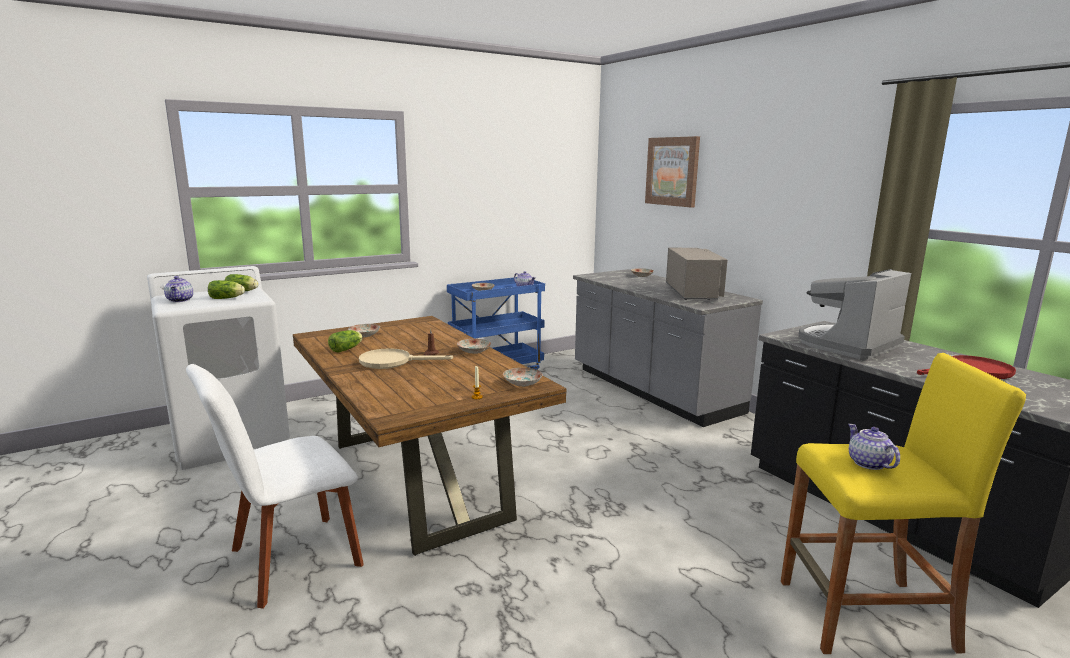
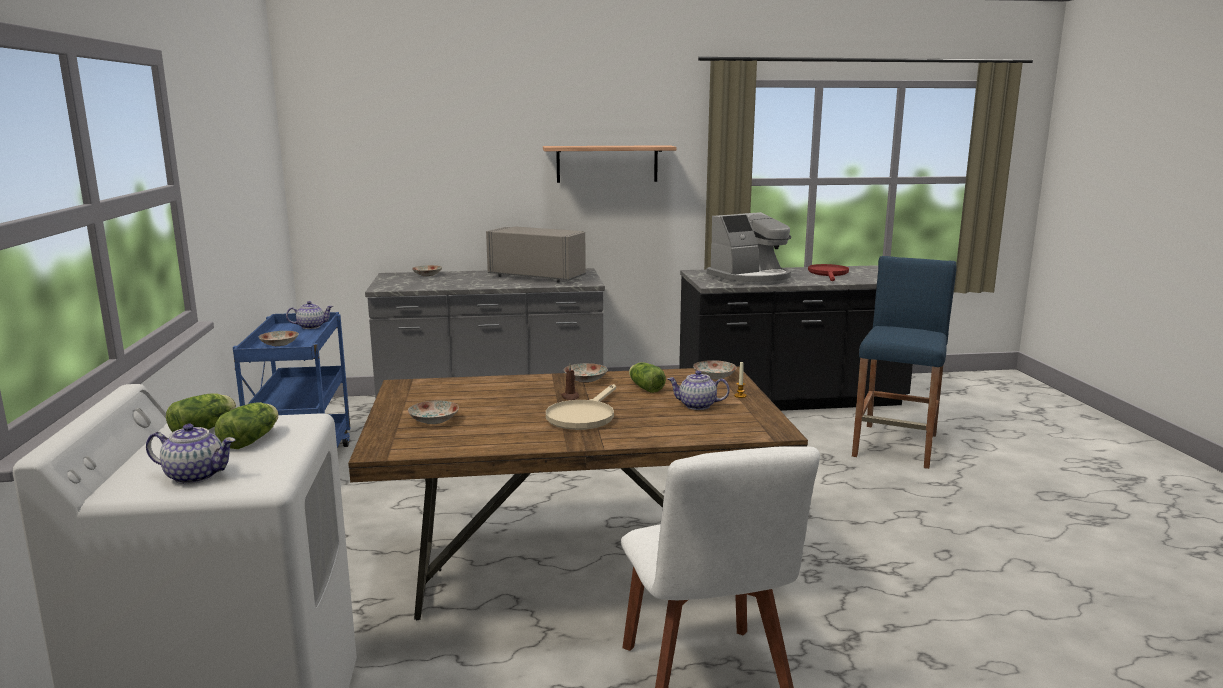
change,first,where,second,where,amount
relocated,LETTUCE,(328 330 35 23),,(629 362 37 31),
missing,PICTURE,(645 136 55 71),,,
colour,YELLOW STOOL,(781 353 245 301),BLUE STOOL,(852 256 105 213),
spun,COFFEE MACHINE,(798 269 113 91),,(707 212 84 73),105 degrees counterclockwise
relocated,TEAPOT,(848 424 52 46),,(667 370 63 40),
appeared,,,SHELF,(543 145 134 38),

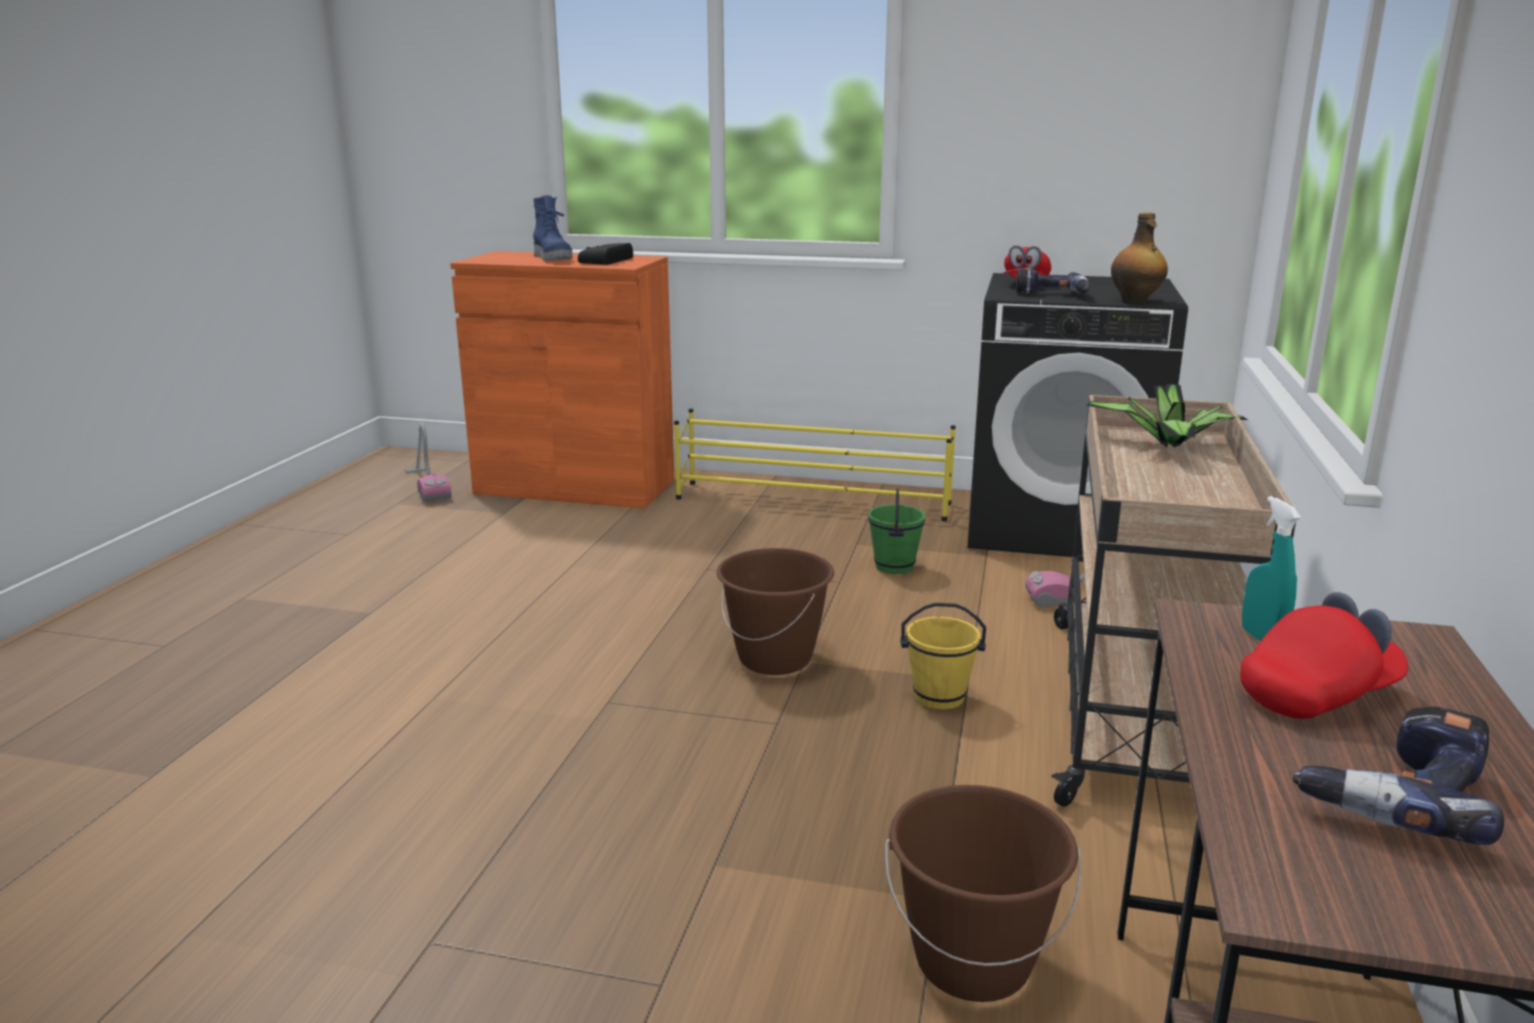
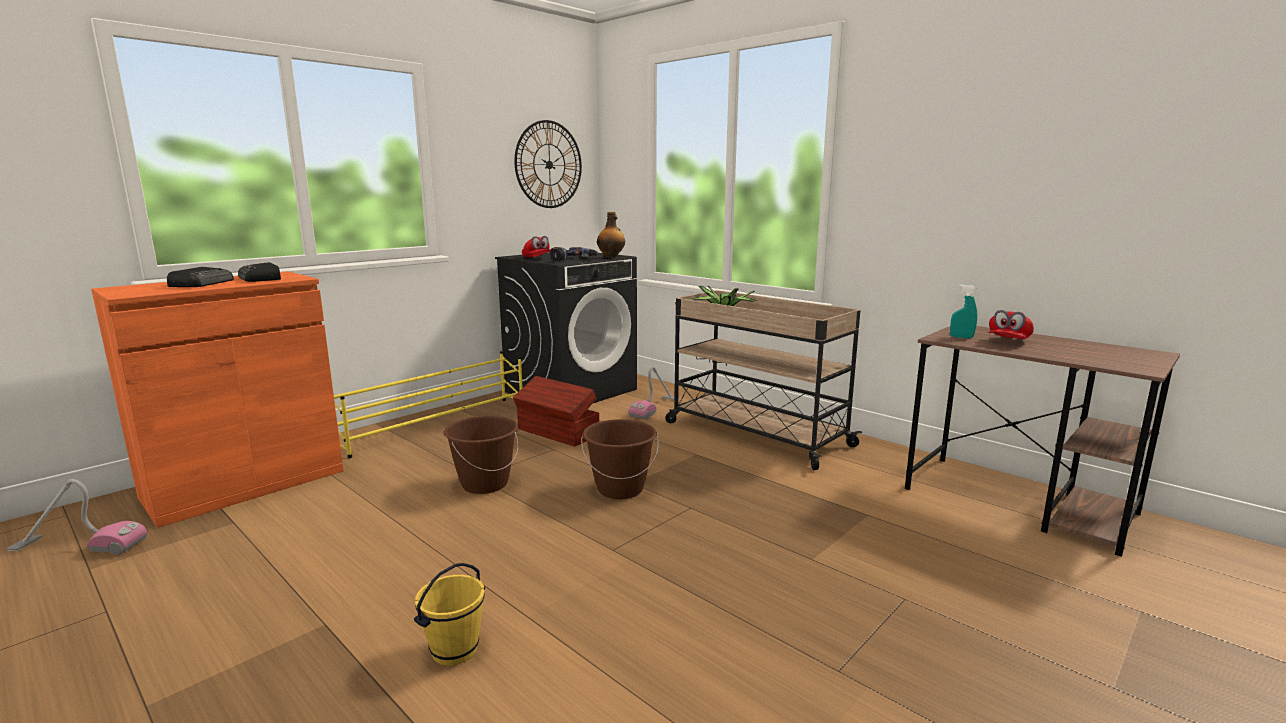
change,first,where,second,where,amount
exchanged,BLUE BOOT,(533 195 40 66),RADIO,(167 267 67 20),
exchanged,GREEN BUCKET,(868 488 58 86),BROWN STORAGE BOX,(513 376 86 70),
relocated,BROWN BUCKET,(885 785 196 217),,(444 416 74 78),
relocated,YELLOW BUCKET,(900 603 86 107),,(414 563 71 103),
spun,RED CAP,(1240 592 168 127),,(989 310 45 29),150 degrees counterclockwise
missing,POWER DRILL,(1293 707 211 138),,,
appeared,,,WALL CLOCK,(514 120 68 88),

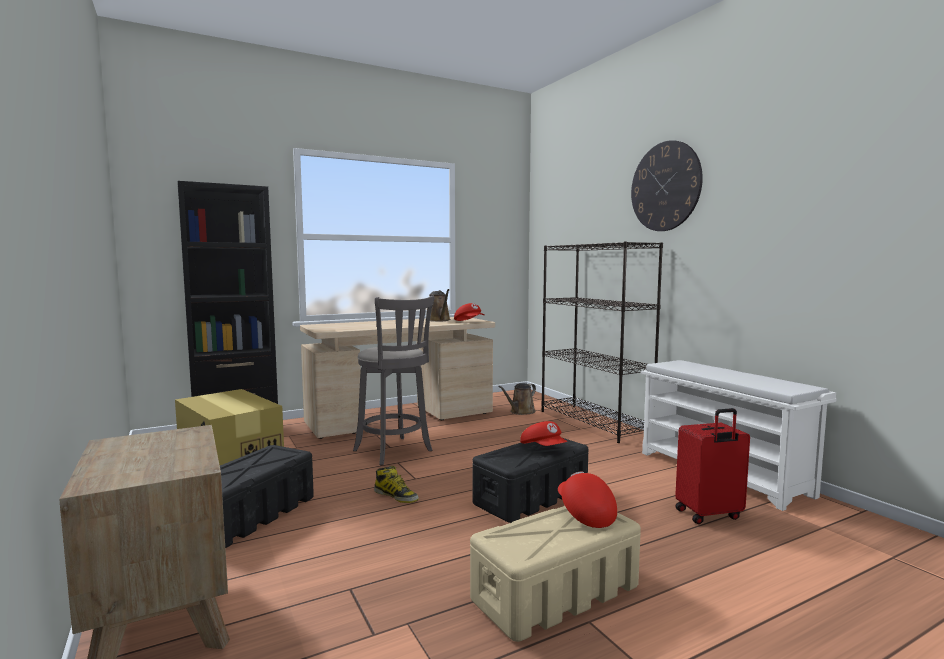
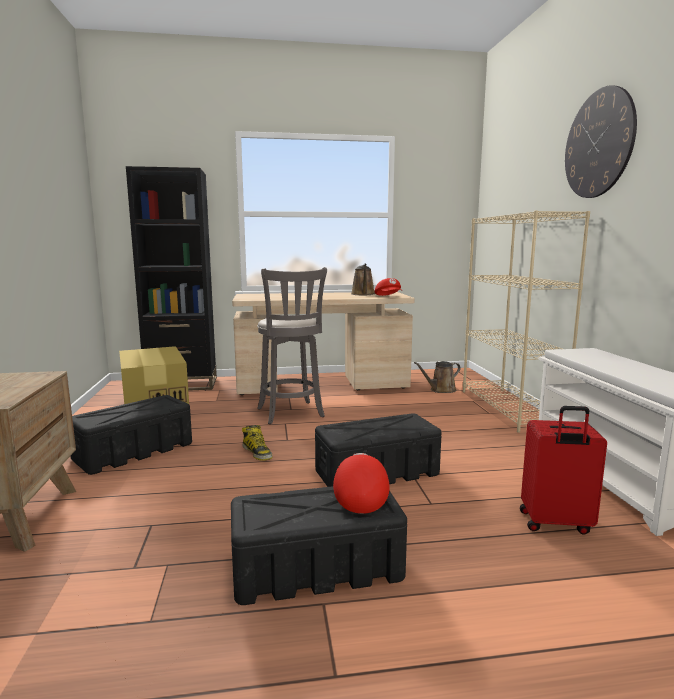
change,first,where,second,where,amount
colour,BEIGE STORAGE BOX,(470 506 171 136),BLACK STORAGE BOX,(231 486 176 119),
missing,RED CAP,(520 421 47 25),,,
colour,BLACK BOOKCASE,(541 241 122 202),BEIGE BOOKCASE,(463 210 127 223),

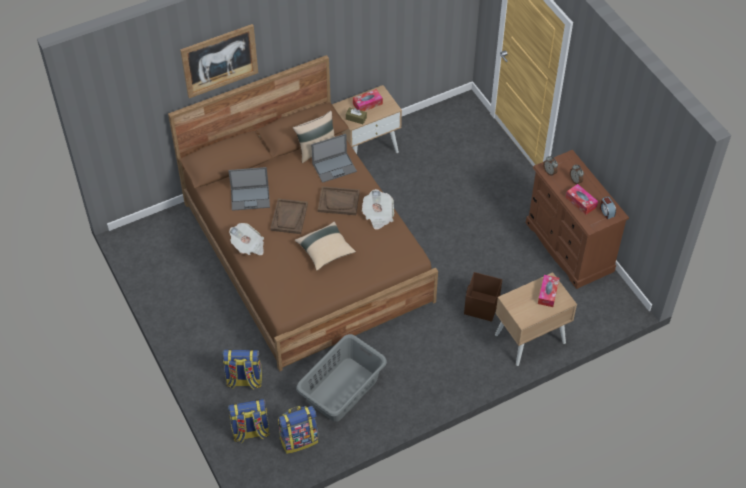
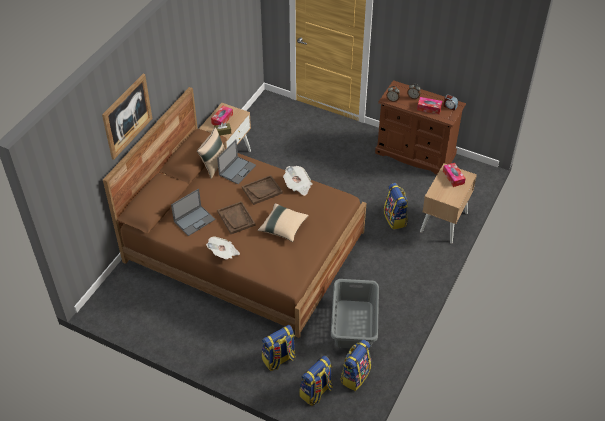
change,first,where,second,where,amount
exchanged,BROWN STORAGE BOX,(464 272 38 50),BACKPACK,(384 183 24 47),

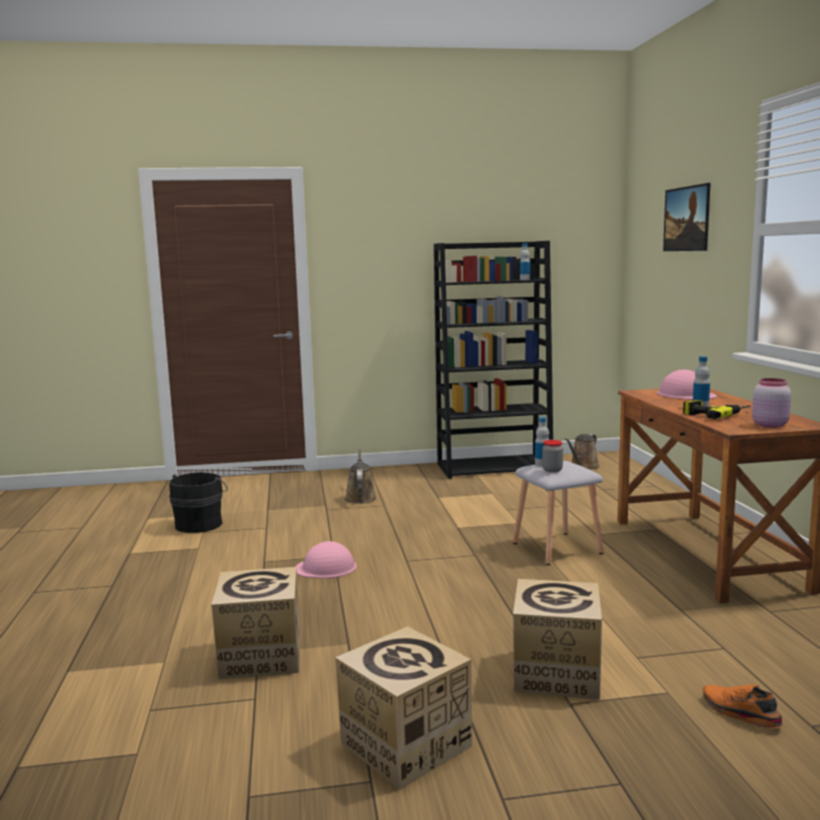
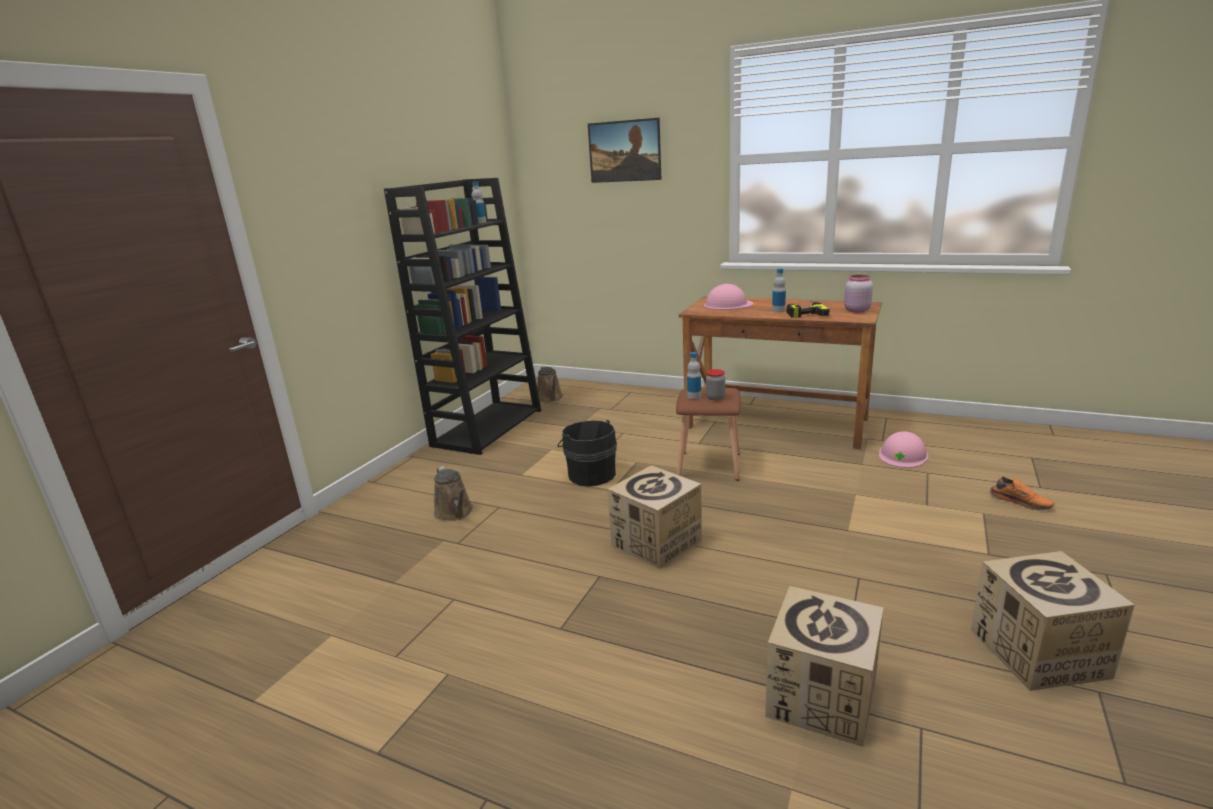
change,first,where,second,where,amount
relocated,BLACK BUCKET,(169 472 59 61),,(558 420 59 67),
relocated,PINK HARD HAT,(295 541 62 37),,(879 431 49 37),
spun,BROWN WATERING CAN,(345 448 32 56),,(434 466 39 56),150 degrees counterclockwise
colour,GREY STOOL,(513 461 91 104),BROWN STOOL,(676 387 65 94),
relocated,CARDBOARD BOX,(513 579 89 121),,(608 465 94 104),
spun,ORANGE SHOE,(703 685 80 44),,(989 476 66 34),135 degrees counterclockwise

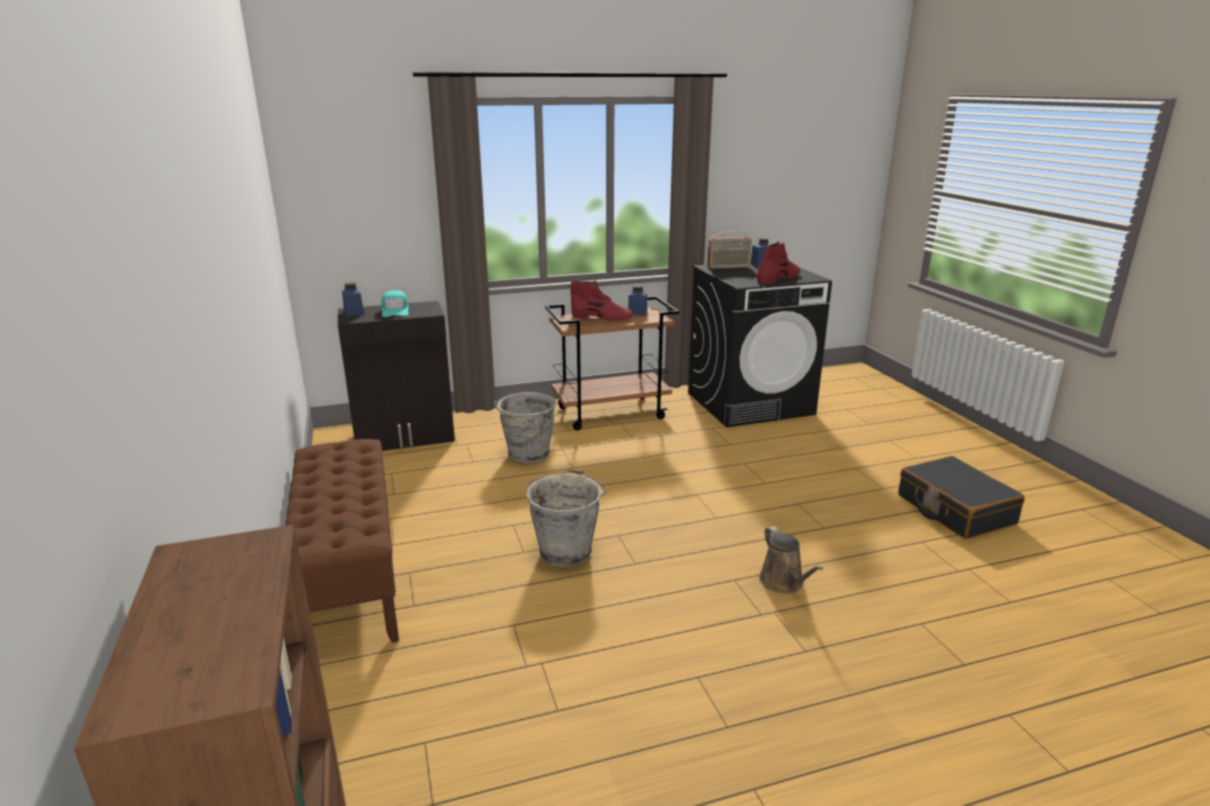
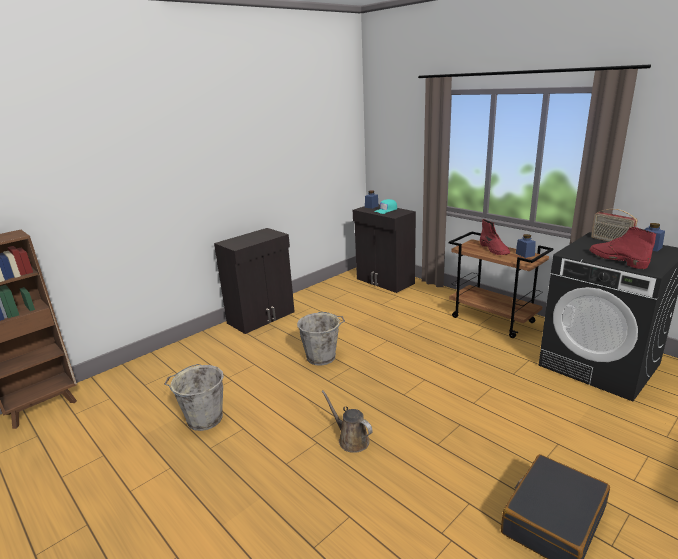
change,first,where,second,where,amount
exchanged,BROWN BENCH,(285 439 114 204),BLACK CABINET,(214 228 81 106),
relocated,GREY BUCKET,(494 392 62 71),,(164 364 60 67),
spun,RED BOOT,(757 241 43 43),,(590 227 66 43),135 degrees counterclockwise
spun,BROWN WATERING CAN,(759 526 64 67),,(321 390 52 63),90 degrees clockwise

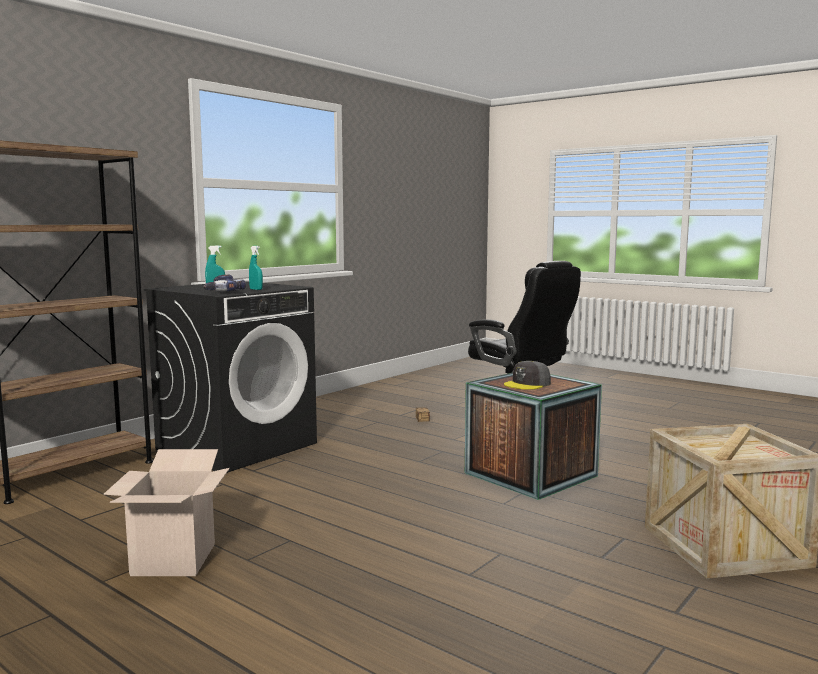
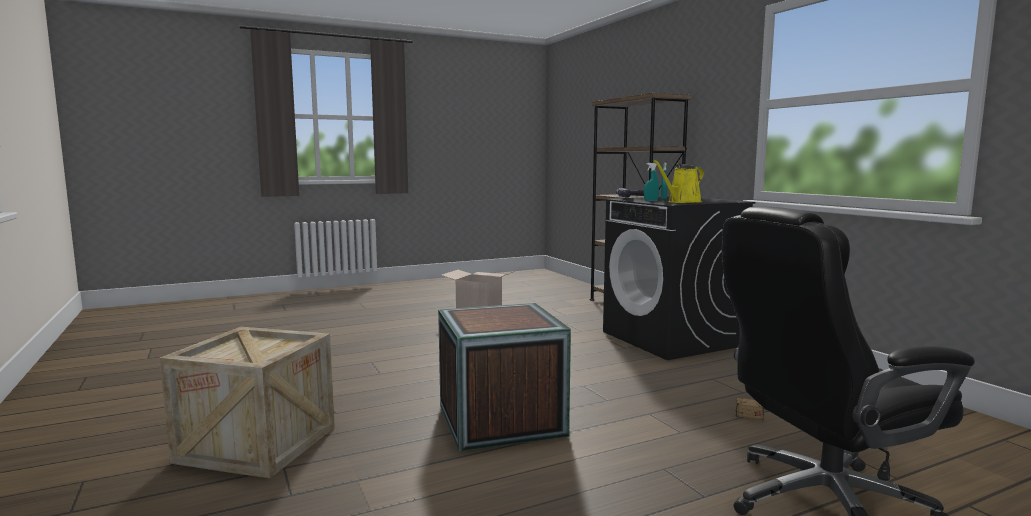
change,first,where,second,where,amount
missing,GREY CAP,(504 361 47 29),,,
appeared,,,YELLOW WATERING CAN,(653 160 51 43),

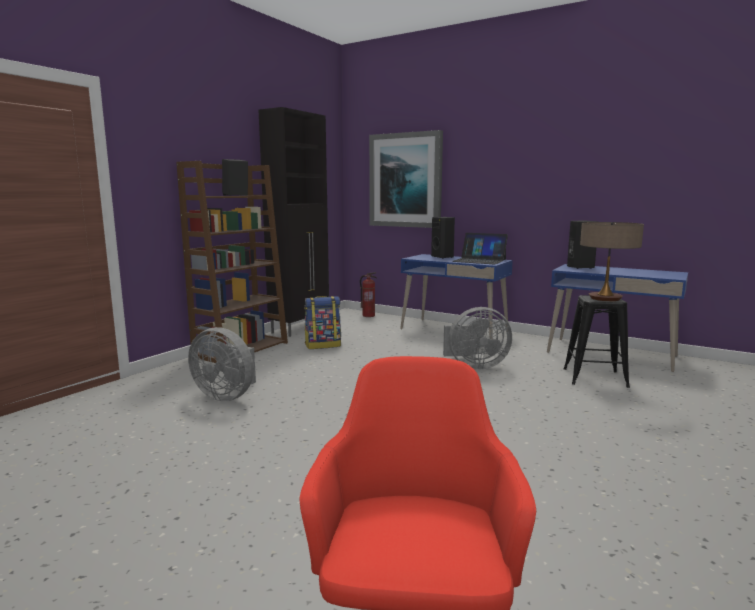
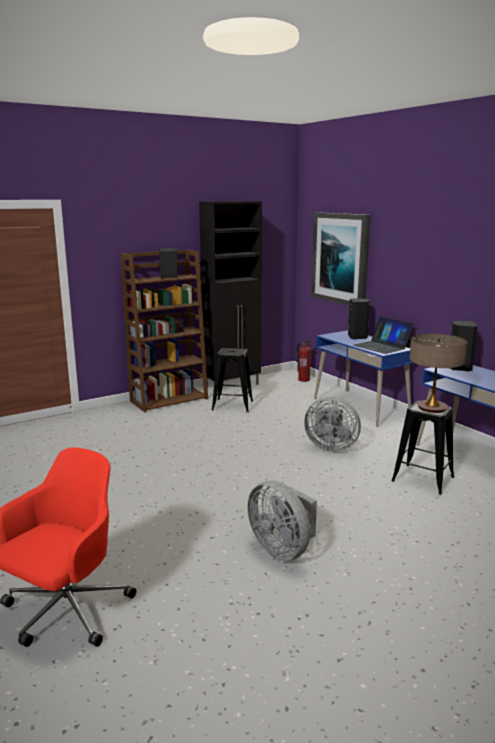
change,first,where,second,where,amount
relocated,GREY FAN,(188 327 68 74),,(247 481 70 80),
exchanged,BACKPACK,(304 296 37 53),BLACK STOOL,(212 348 41 64),

